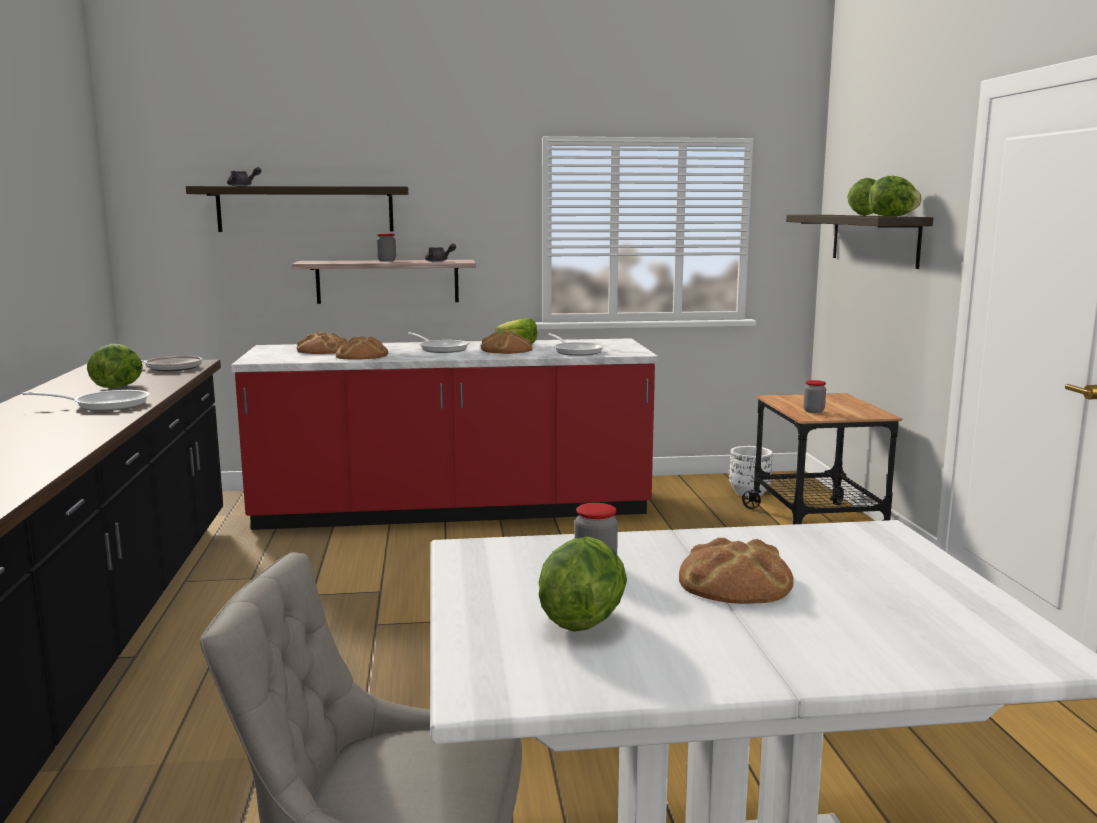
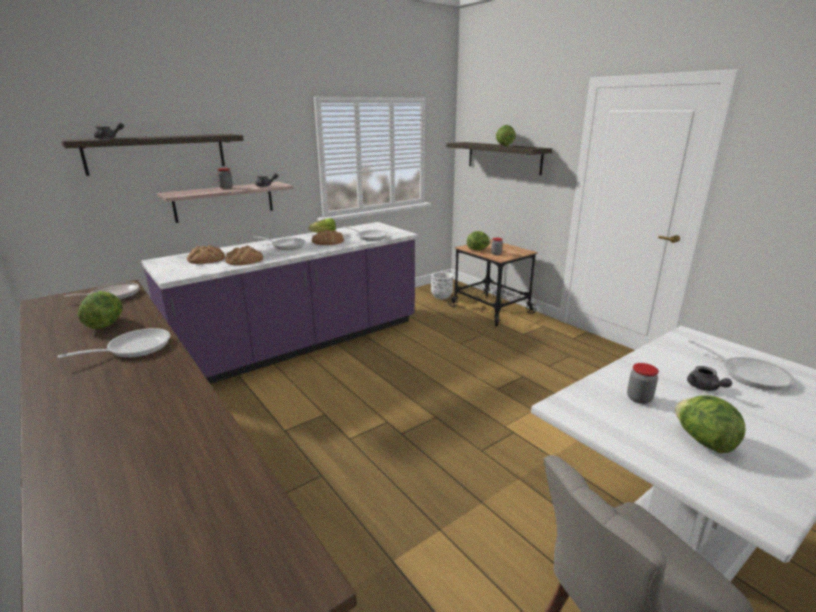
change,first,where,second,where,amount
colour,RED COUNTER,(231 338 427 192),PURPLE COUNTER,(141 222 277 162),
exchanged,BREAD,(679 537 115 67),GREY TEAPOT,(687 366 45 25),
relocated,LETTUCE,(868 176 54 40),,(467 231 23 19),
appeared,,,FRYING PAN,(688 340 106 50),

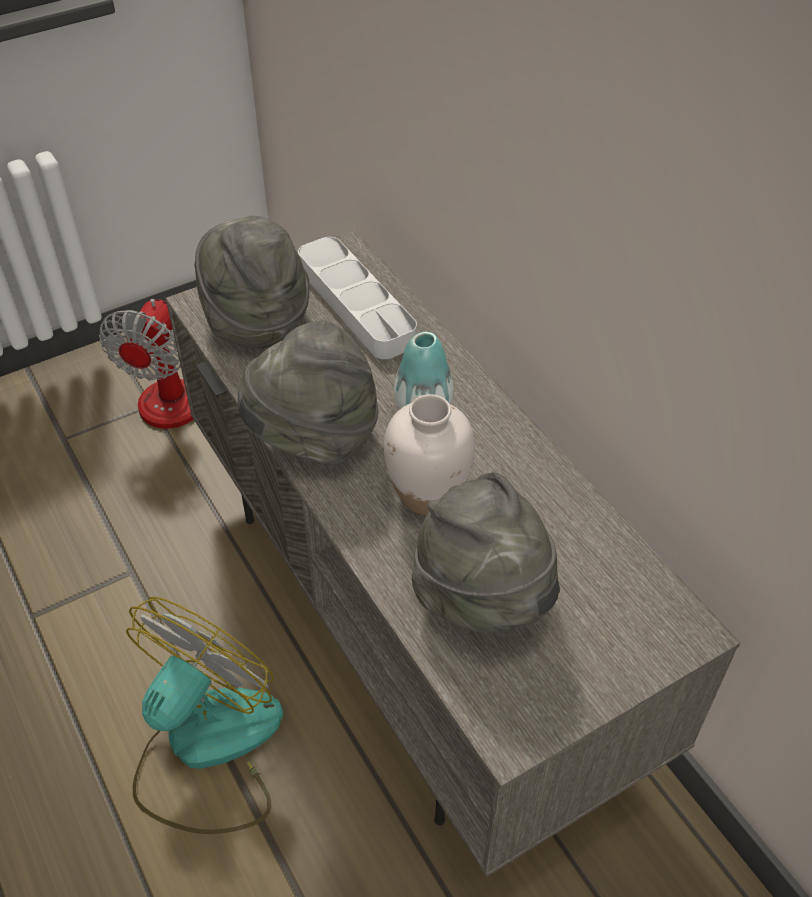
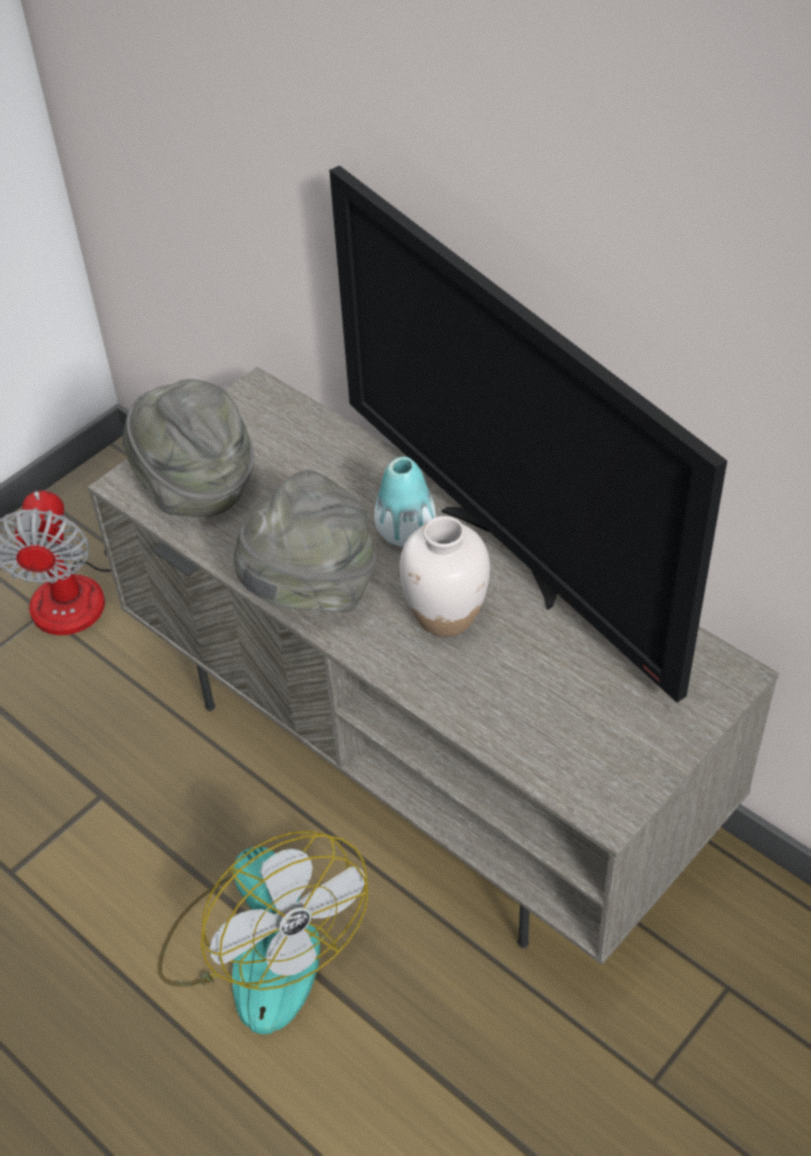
change,first,where,second,where,amount
spun,FAN,(126 597 157 237),,(157 831 211 203),135 degrees clockwise
missing,GREY TRAY,(298 237 119 122),,,
missing,GREY HAT,(412 472 148 161),,,
appeared,,,TELEVISION,(329 165 398 538),

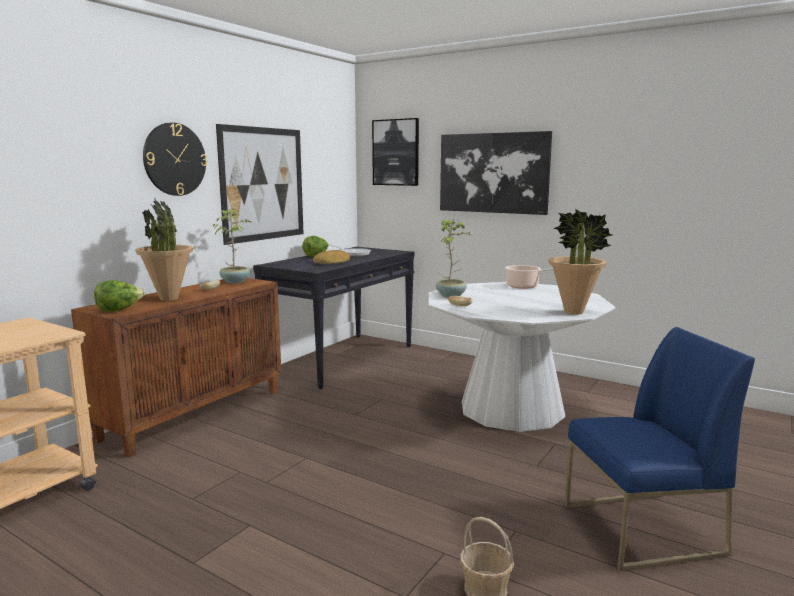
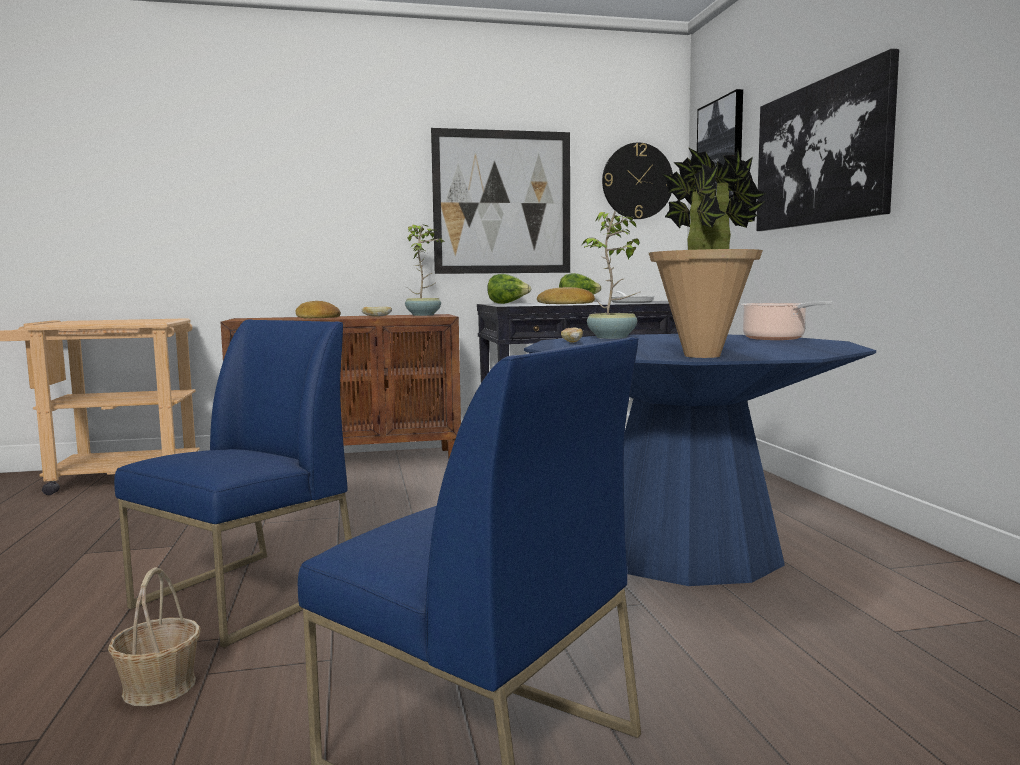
change,first,where,second,where,amount
relocated,LETTUCE,(94 280 51 32),,(487 274 44 30),
exchanged,POTTED PLANT,(135 197 59 104),BREAD,(295 301 46 17),
relocated,WALL CLOCK,(143 122 64 74),,(602 143 71 76),
colour,WHITE DINING TABLE,(429 282 187 150),BLUE DINING TABLE,(524 334 352 252),
appeared,,,BLUE CHAIR,(114 319 238 329),

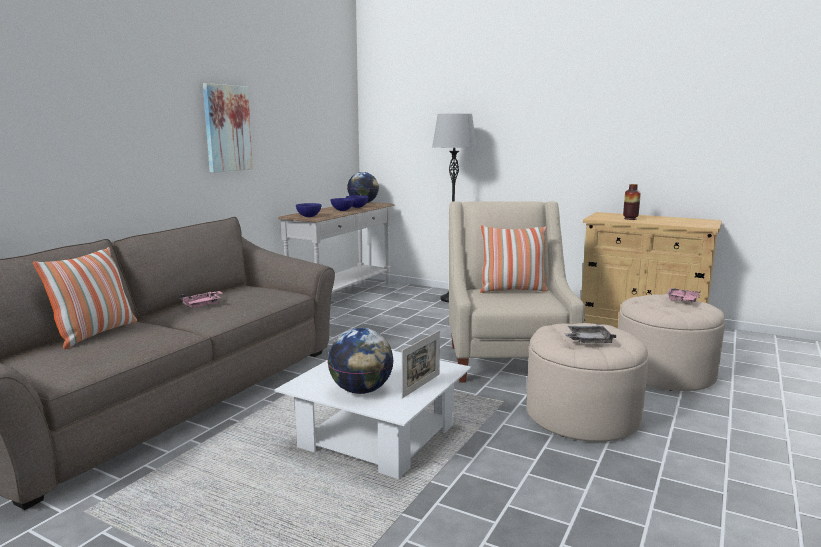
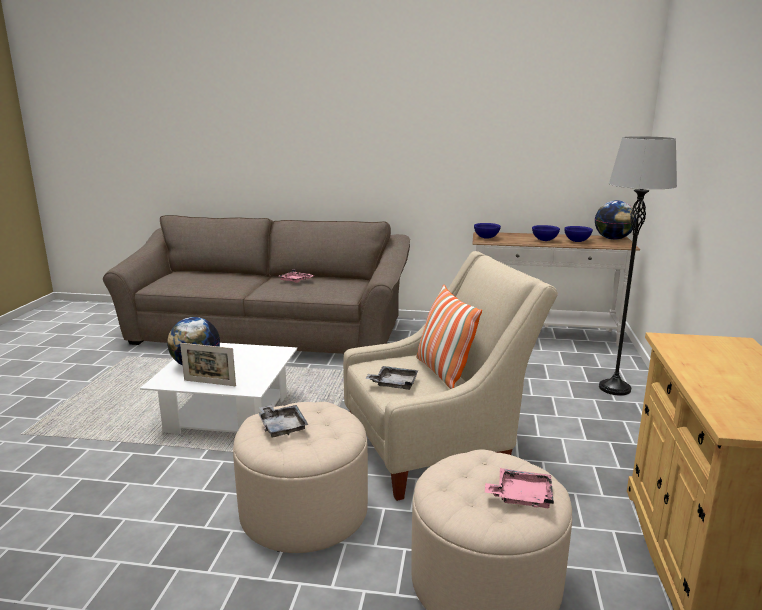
change,first,where,second,where,amount
missing,PILLOW,(33 247 104 102),,,
missing,PICTURE,(203 83 50 90),,,
missing,VASE,(623 184 18 36),,,
appeared,,,GREY TRAY,(365 366 53 24),

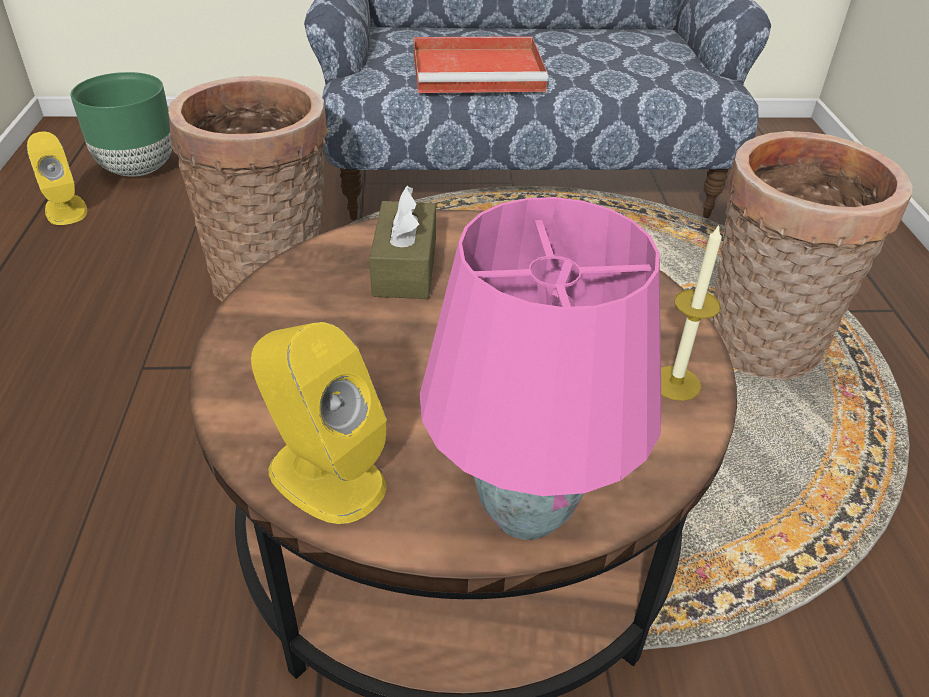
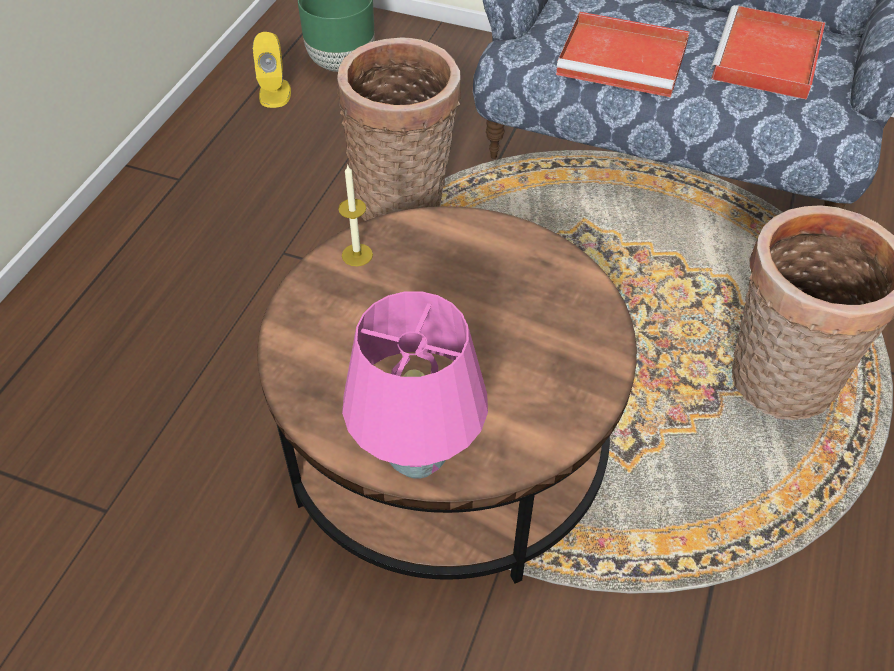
change,first,where,second,where,amount
missing,YELLOW SPEAKER,(251 322 136 202),,,
missing,BROWN TISSUE BOX,(369 186 67 113),,,
relocated,CANDLE,(661 225 61 176),,(338 164 35 102),
appeared,,,RED TRAY,(711 5 114 95),

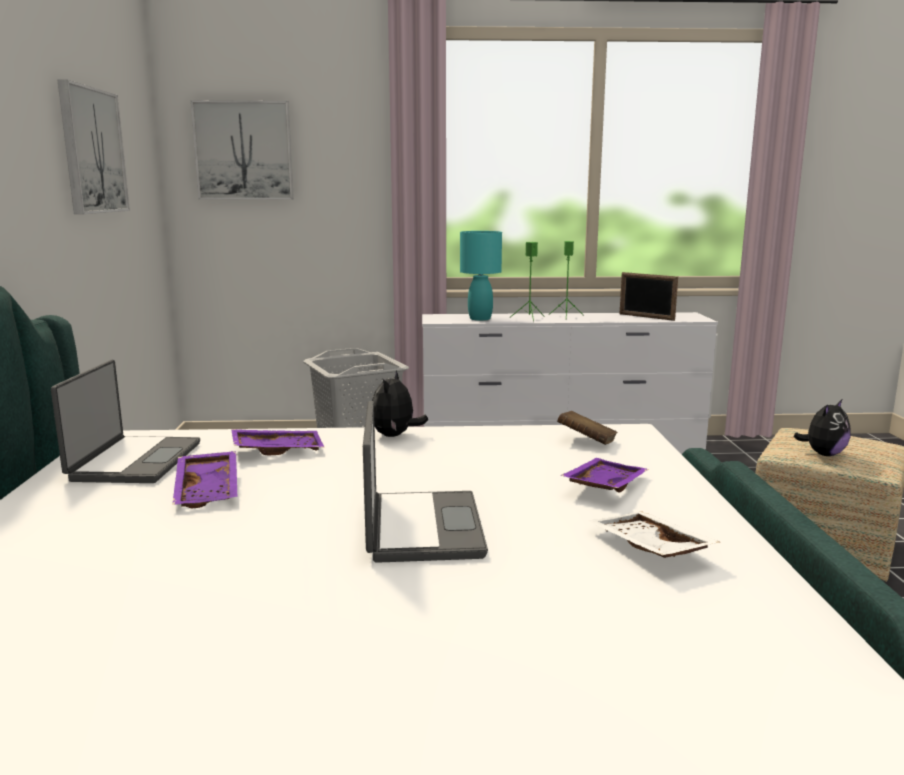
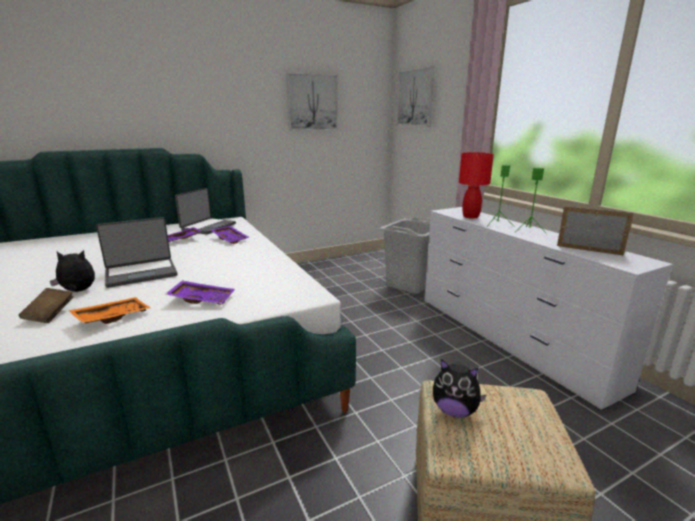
change,first,where,second,where,amount
spun,LAPTOP,(51 360 149 123),,(175 188 61 46),45 degrees counterclockwise
relocated,PLUSH TOY,(372 370 56 67),,(50 250 45 42),
colour,TURQUOISE TABLE LAMP,(460 231 42 90),RED TABLE LAMP,(459 152 35 67),
relocated,BROWN BOOK,(557 411 61 34),,(19 288 55 35),
colour,WHITE TRAY,(588 511 132 47),ORANGE TRAY,(69 297 82 27),
spun,PICTURE FRAME,(619 272 59 49),,(557 206 77 50),105 degrees clockwise

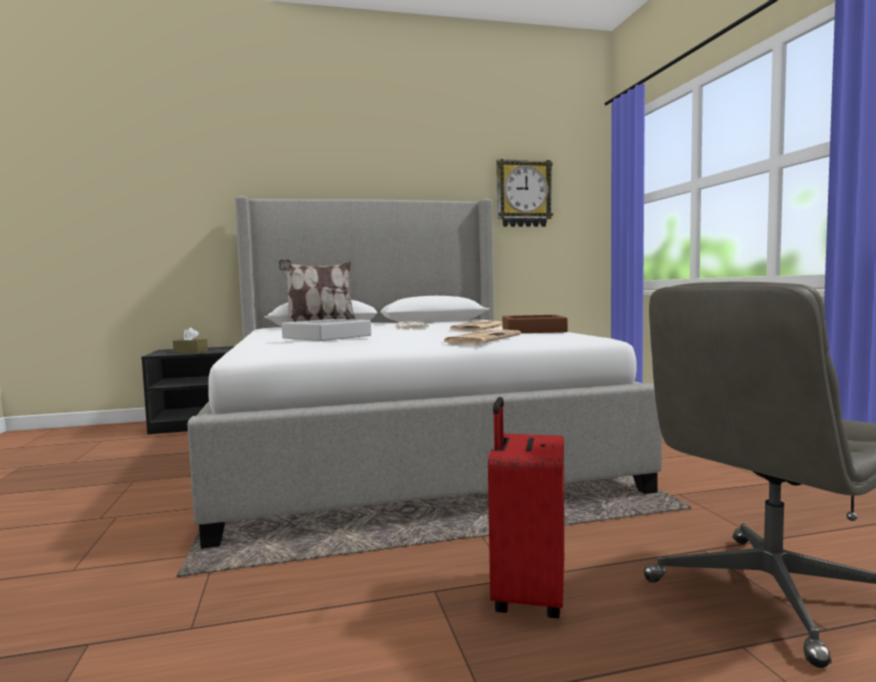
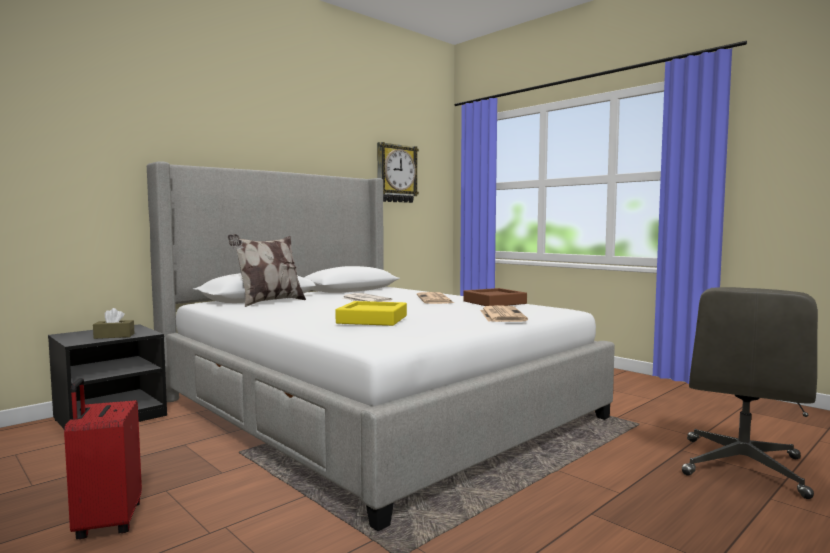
change,first,where,second,where,amount
colour,GREY TRAY,(282 319 89 22),YELLOW TRAY,(336 301 71 25),
relocated,RED SUITCASE,(488 397 76 221),,(64 378 78 161),

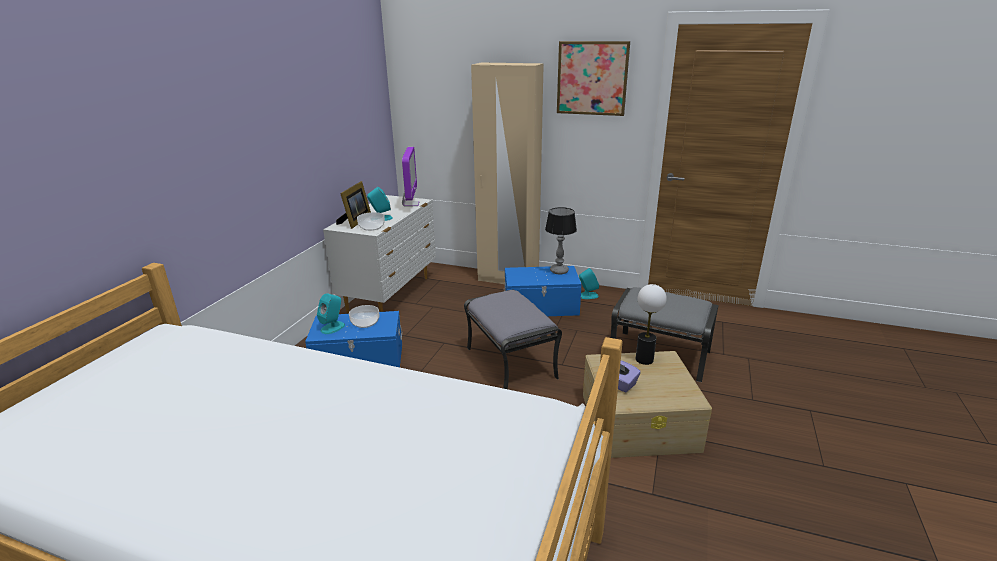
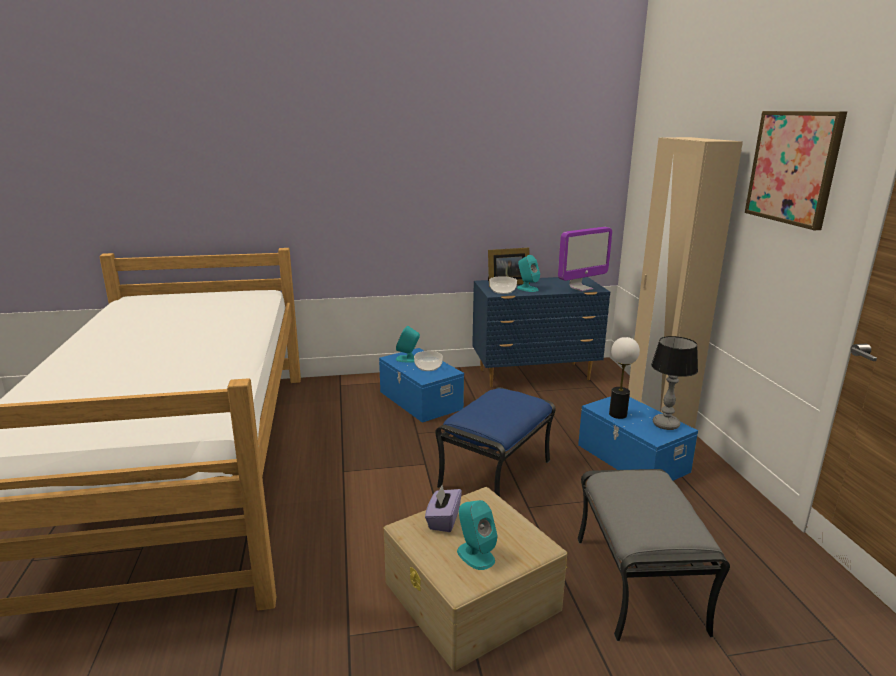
change,first,where,second,where,amount
colour,WHITE DRESSER,(323 195 113 119),BLUE DRESSER,(472 277 138 110),
colour,GREY OTTOMAN,(464 289 98 100),BLUE OTTOMAN,(435 387 121 110),
relocated,TURQUOISE SPEAKER,(579 268 20 31),,(457 500 41 70),
relocated,TABLE LAMP,(636 284 31 81),,(609 337 31 82),

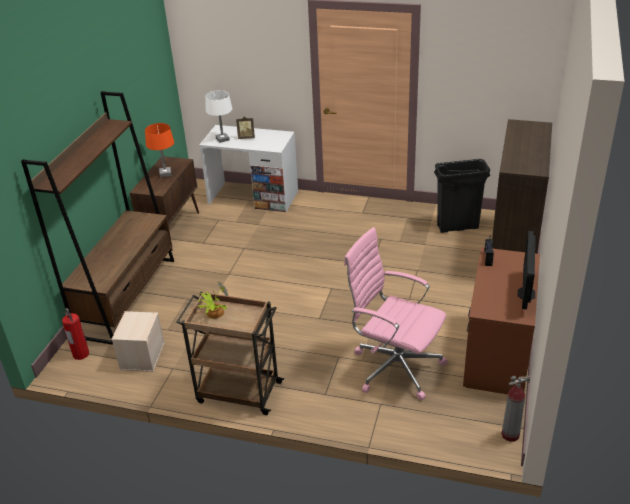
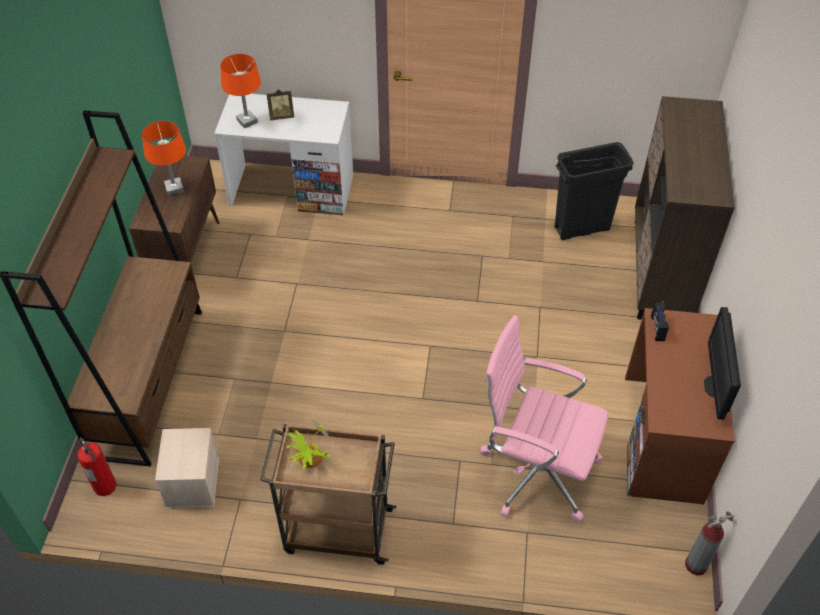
change,first,where,second,where,amount
colour,WHITE TABLE LAMP,(205 90 27 53),ORANGE TABLE LAMP,(220 54 41 74),

